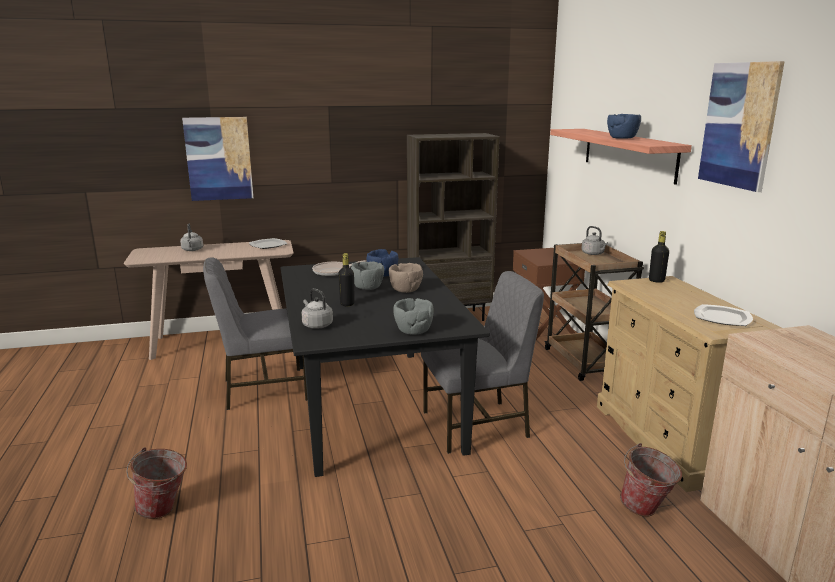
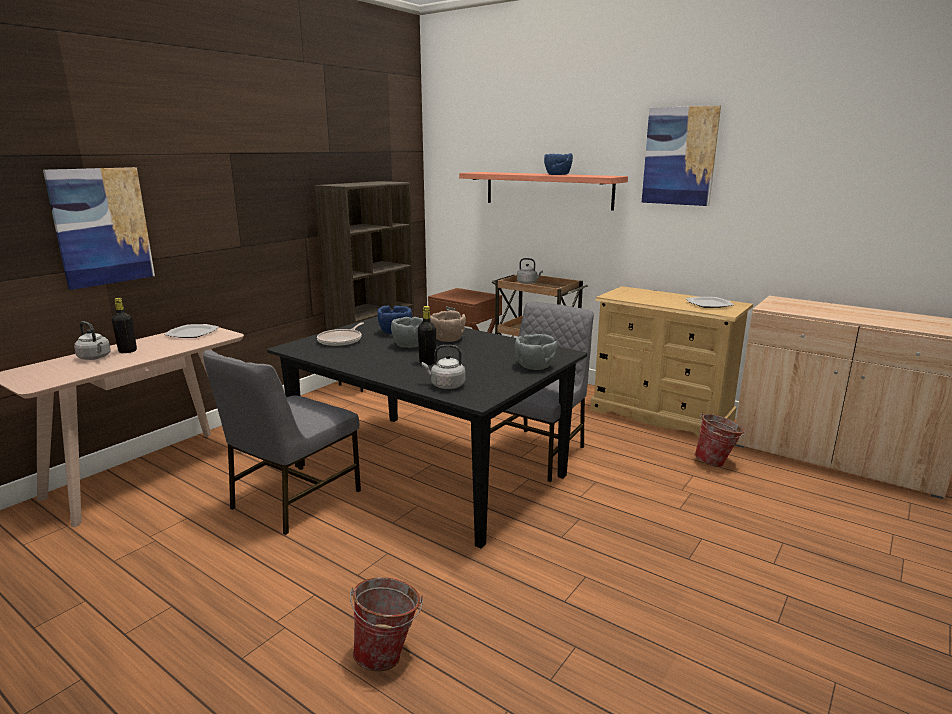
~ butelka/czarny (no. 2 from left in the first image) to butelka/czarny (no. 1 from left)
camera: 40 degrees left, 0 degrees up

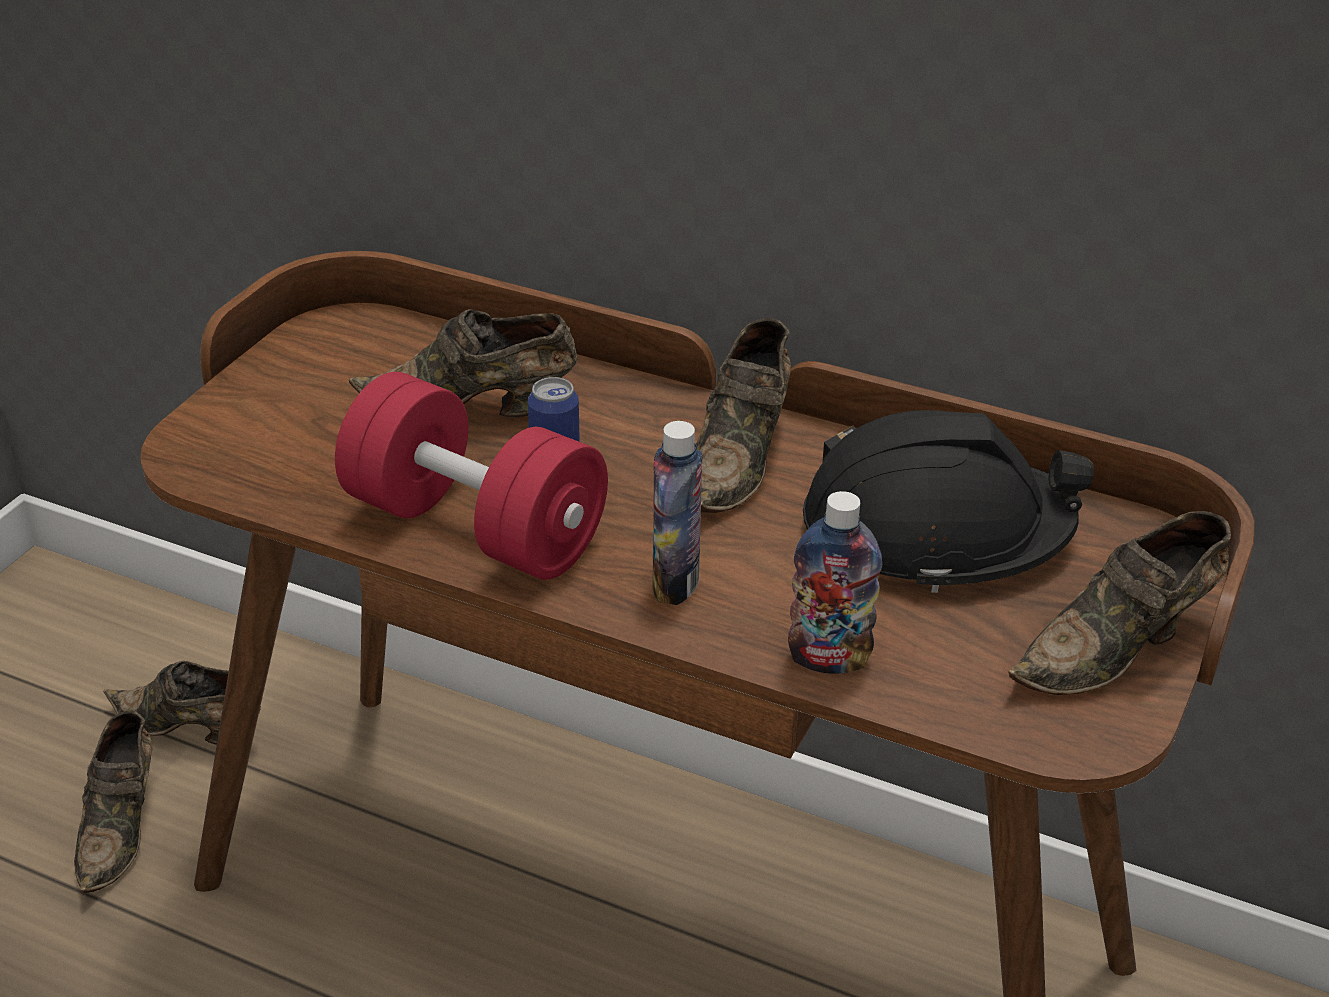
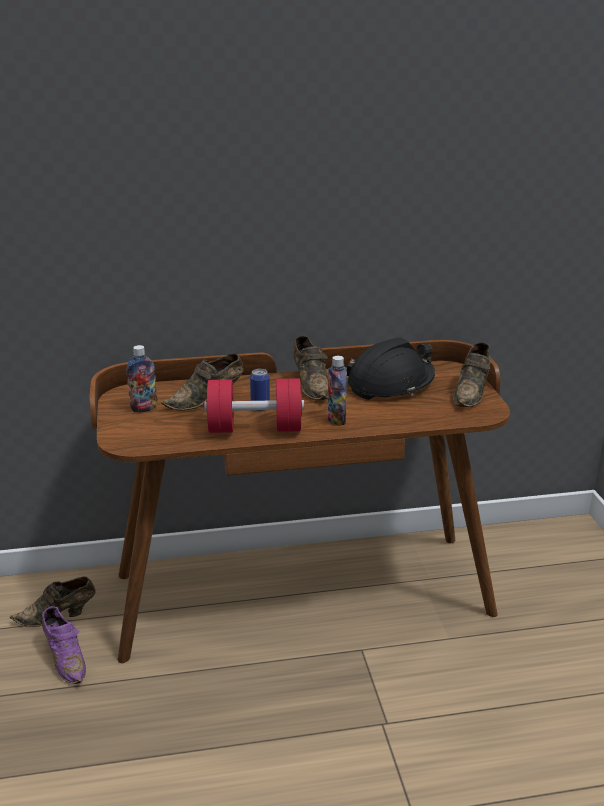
~ butelka (no. 2 from left in the first image) to butelka (no. 1 from left)
~ but/brązowy (no. 1 from left) to but/fioletowy
camera: 35 degrees left, 10 degrees down

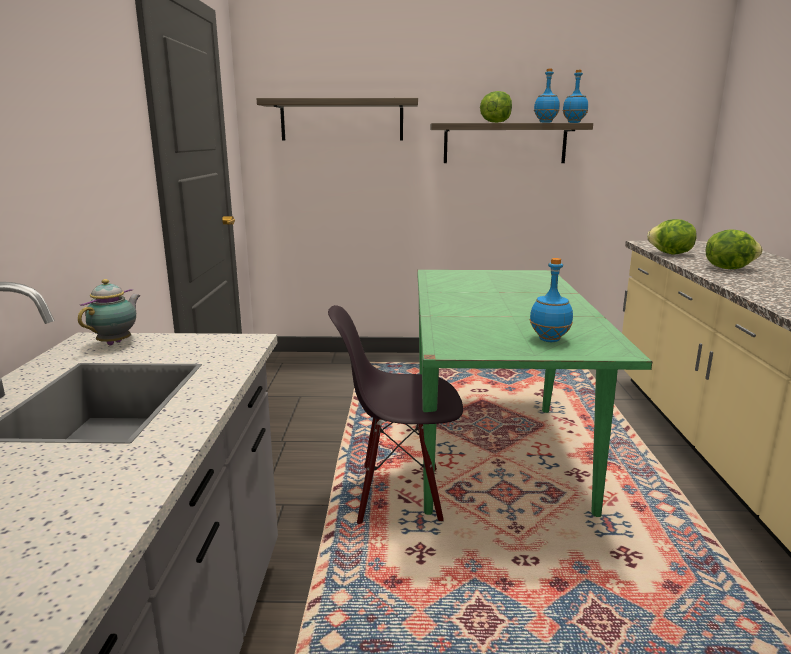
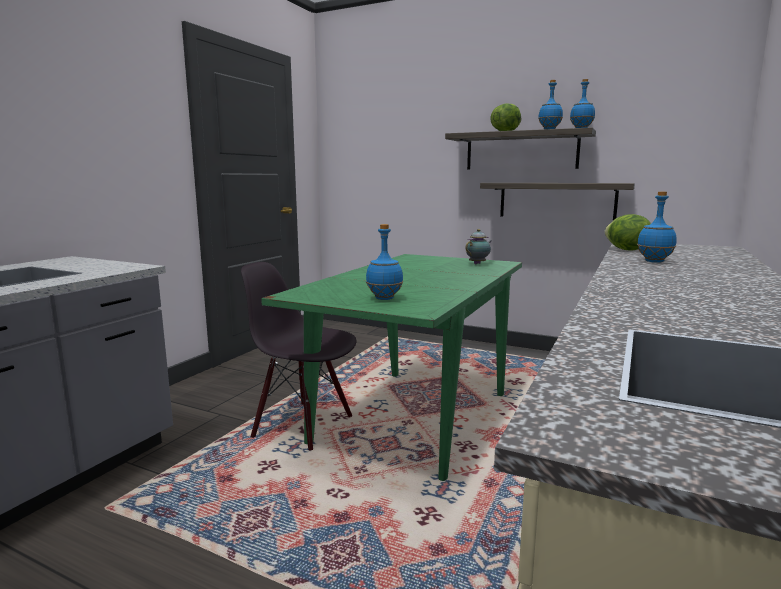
~ półka (no. 1 from left in the first image) to półka (no. 2 from left)
~ sałata (no. 3 from left) to butelka/niebieski (no. 4 from left)
~ imbryk
camera: 25 degrees right, 5 degrees down

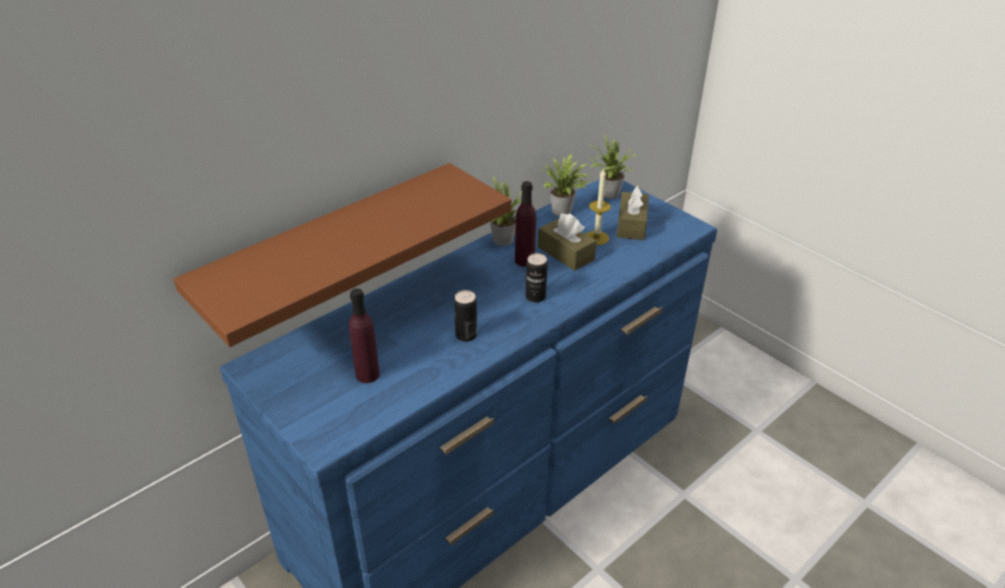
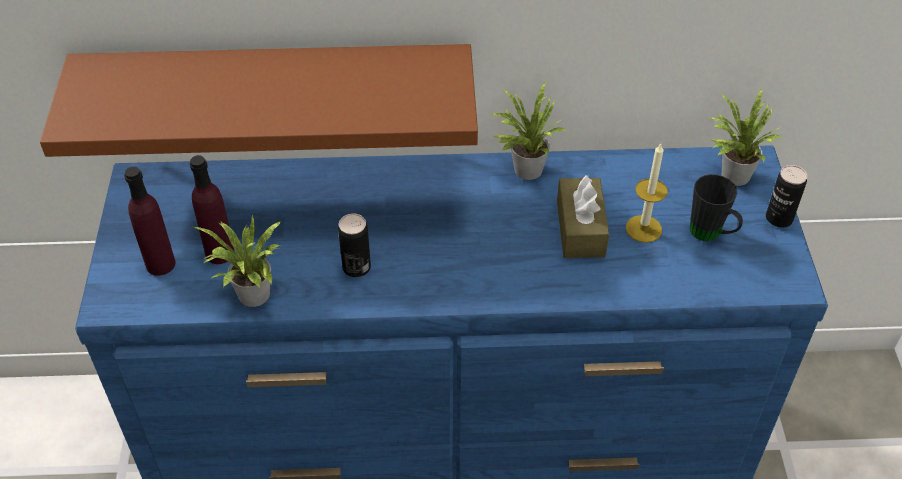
~ roślina doniczkowa (no. 2 from left in the first image) to roślina doniczkowa (no. 1 from left)
~ butelka/fioletowy (no. 2 from left in the first image) to butelka/fioletowy (no. 1 from left)
~ pudełko chusteczek/brązowy (no. 2 from left) to kubek/czarny
~ puszka (no. 2 from left)
camera: 40 degrees right, 10 degrees up

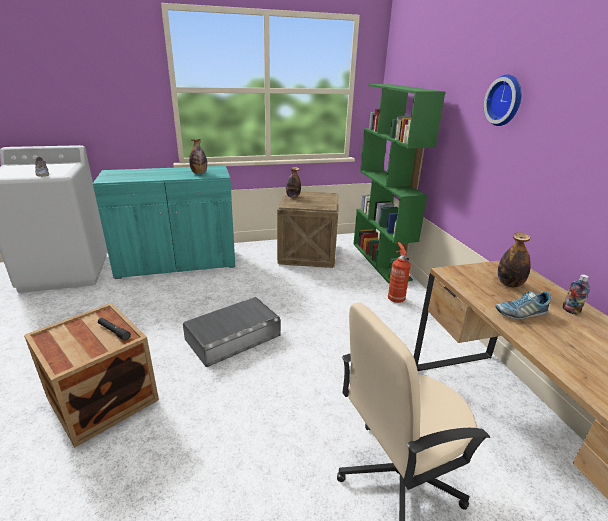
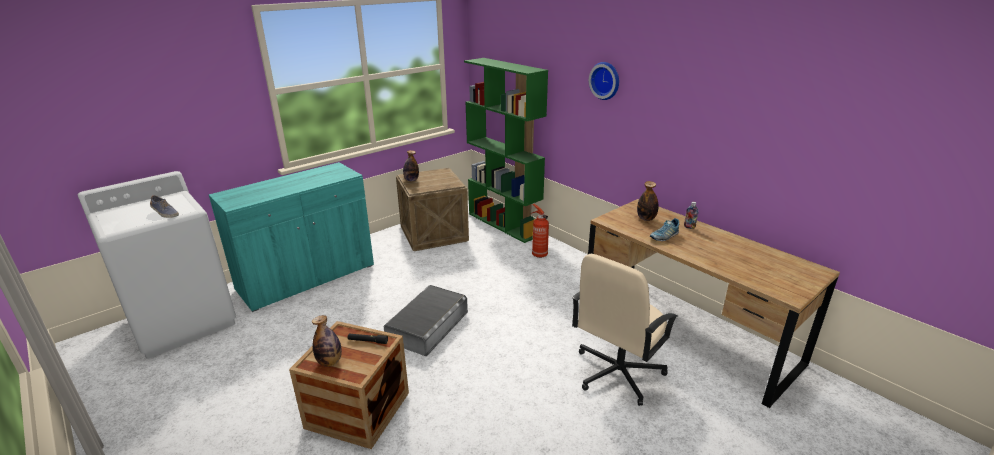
~ butelka (no. 1 from left)
camera: 25 degrees left, 0 degrees up

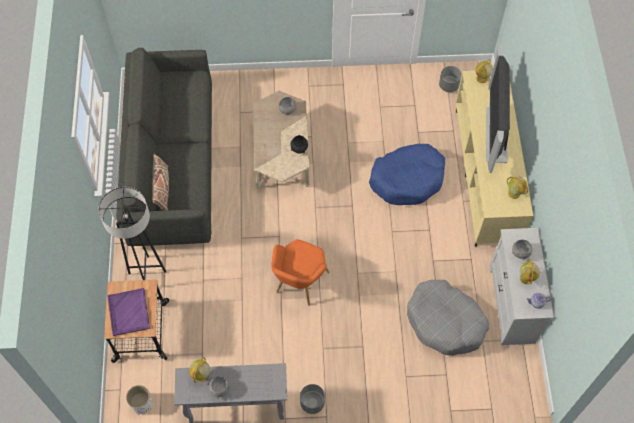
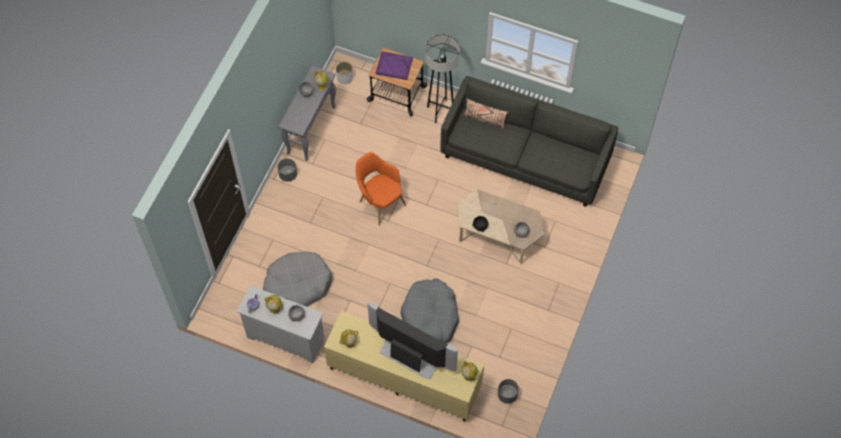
~ legowisko/niebieski to legowisko/szary (no. 2 from left)
camera: 115 degrees right, 0 degrees up

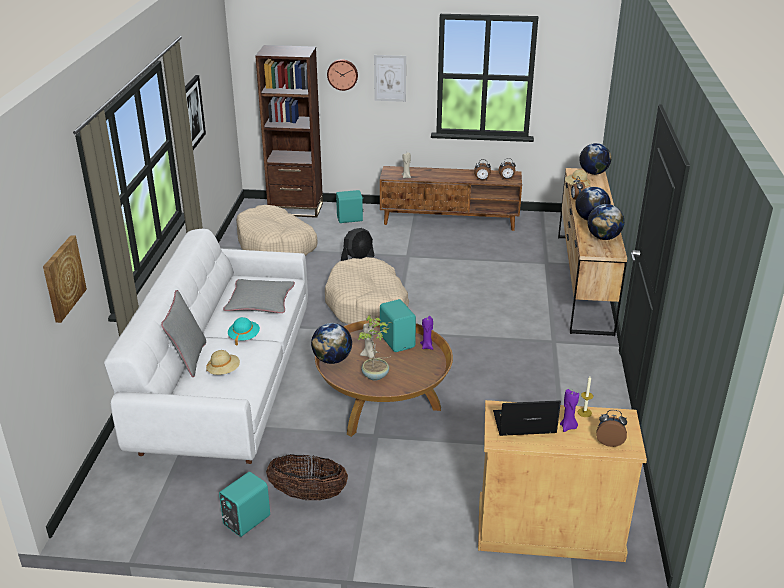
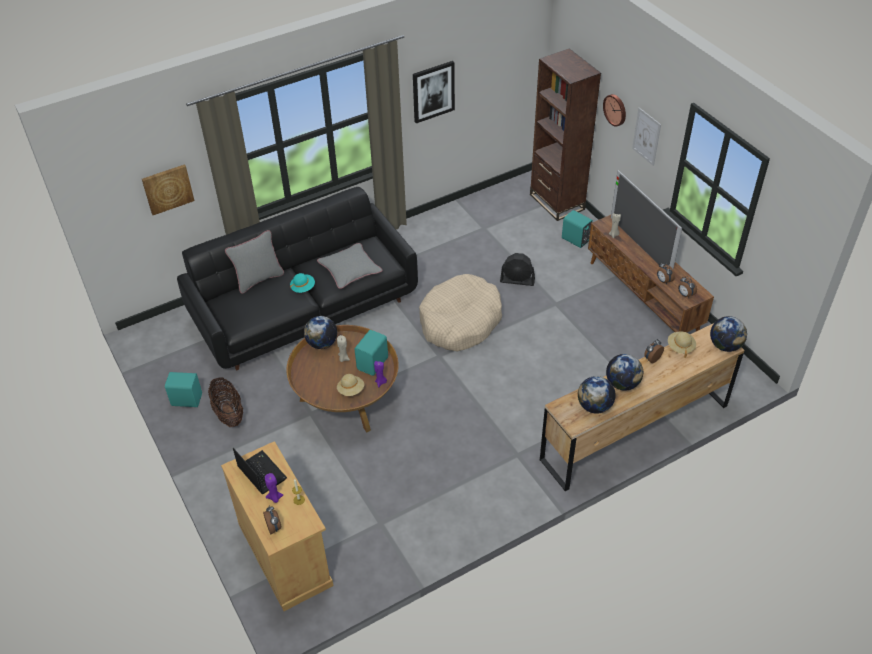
- legowisko/beżowy (no. 1 from left)
~ kanapa/biały to kanapa/czarny
- roślina doniczkowa
~ kapelusz/beżowy (no. 1 from left)
+ telewizor
camera: 55 degrees right, 15 degrees up

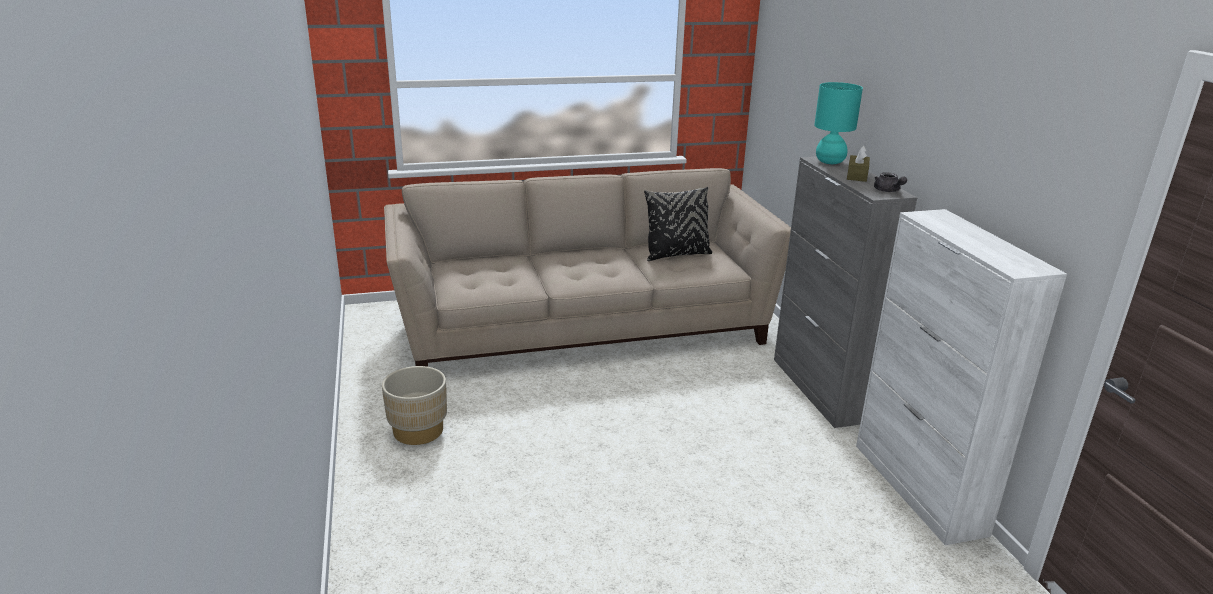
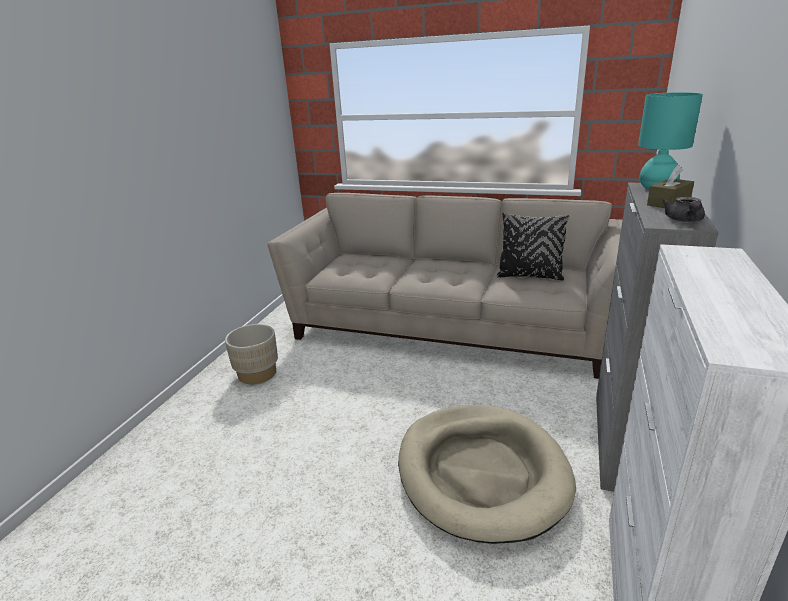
+ legowisko/beżowy
camera: 35 degrees right, 0 degrees up

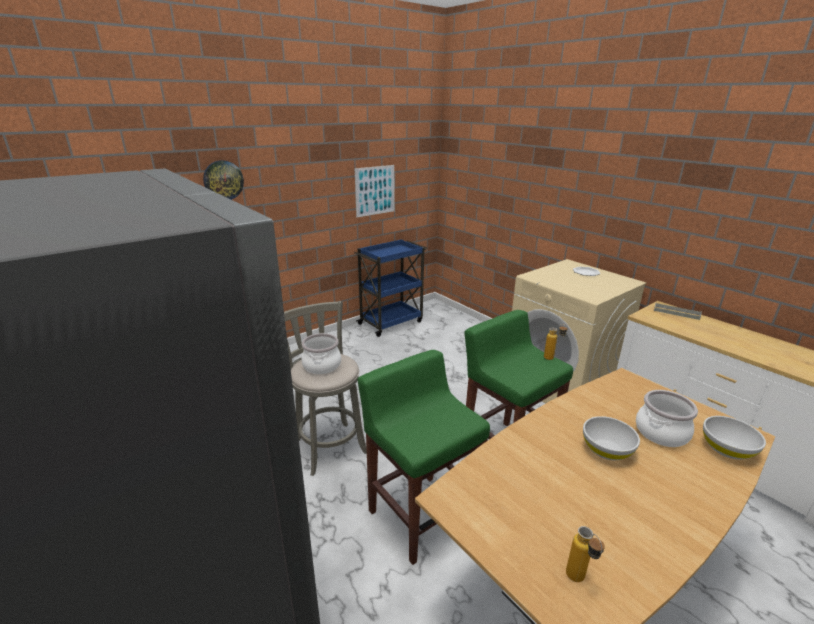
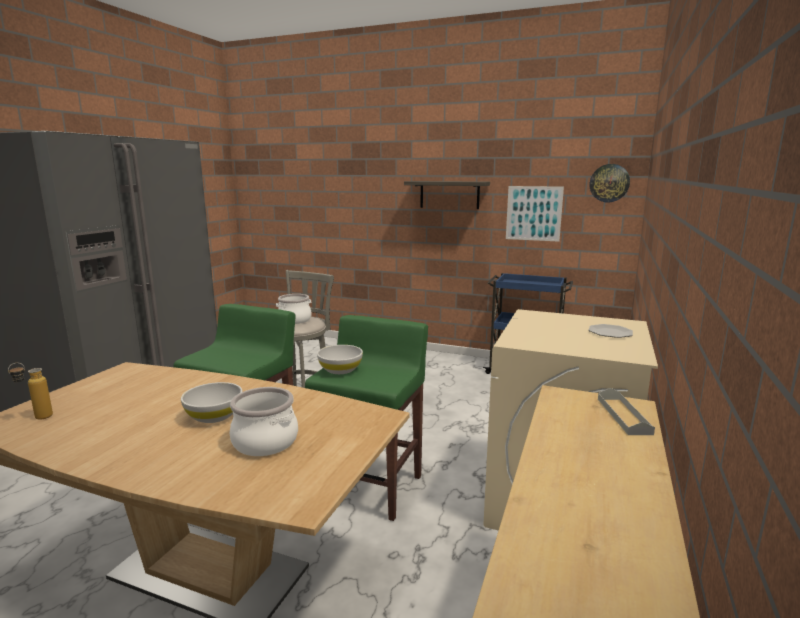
~ zegar ścienny
- butelka (no. 1 from left)
~ miska/biały (no. 2 from left)
+ półka
camera: 60 degrees right, 10 degrees down

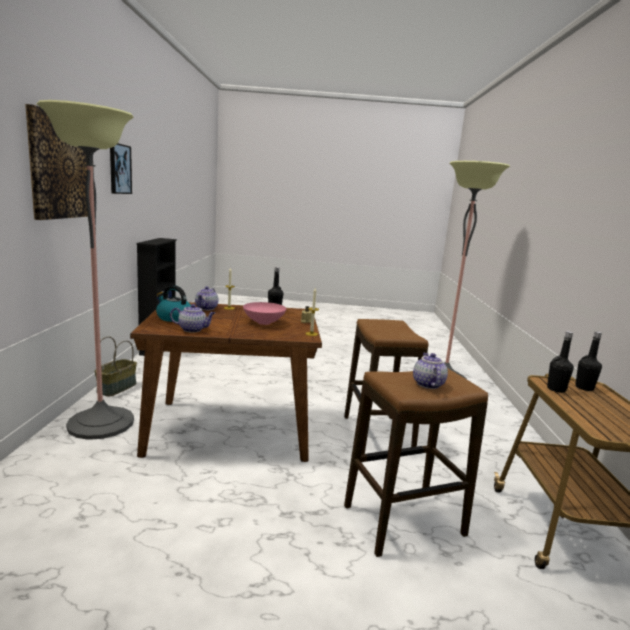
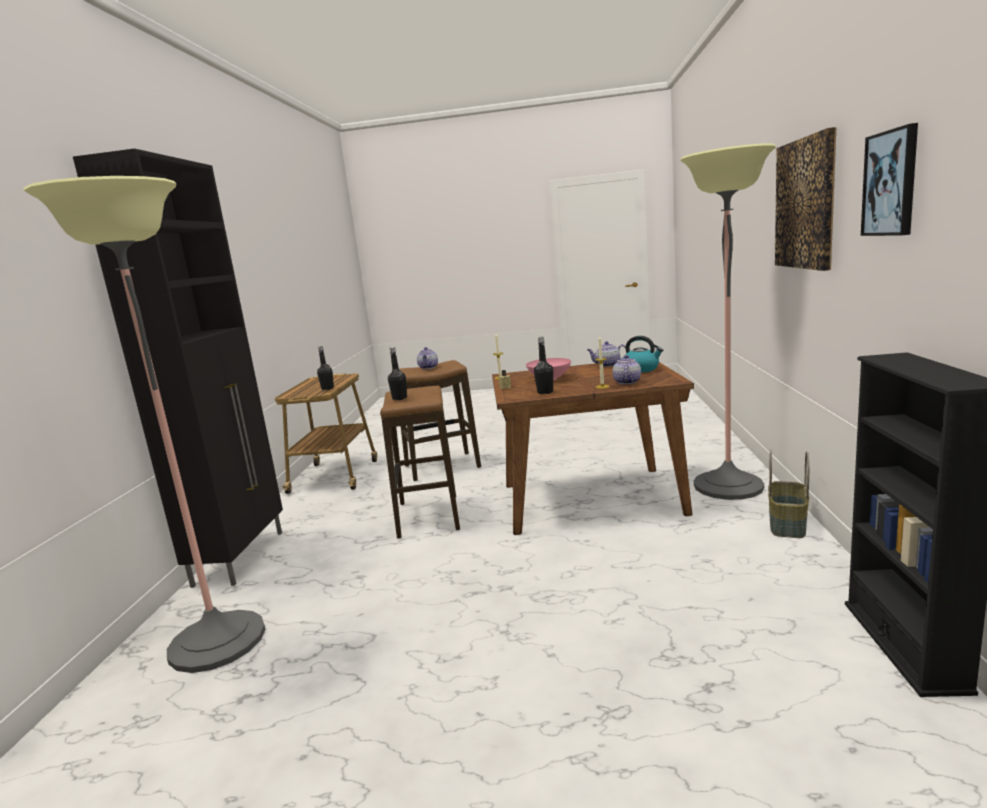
~ butelka/czarny (no. 3 from left in the first image) to butelka/czarny (no. 2 from left)
+ szafka/czarny
camera: 175 degrees left, 0 degrees up

